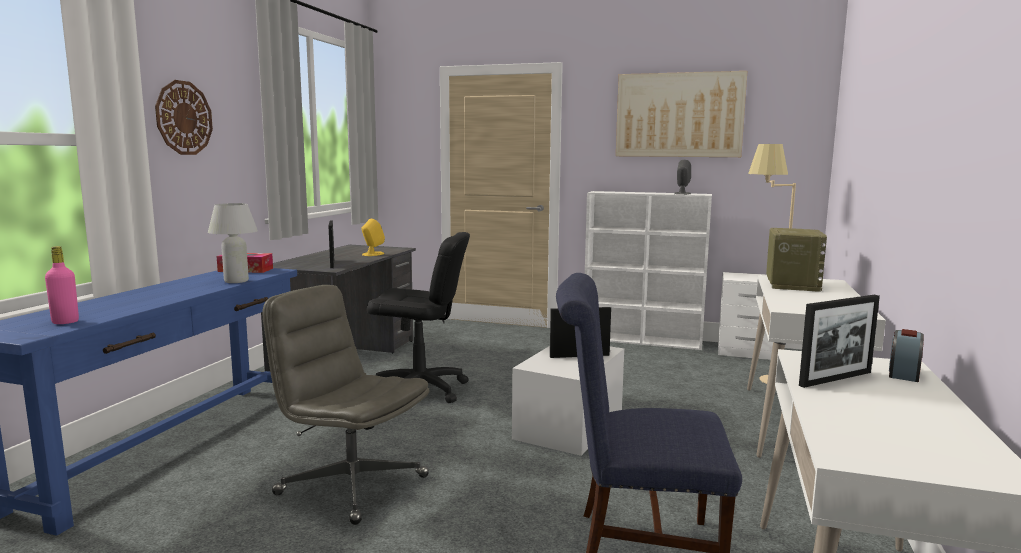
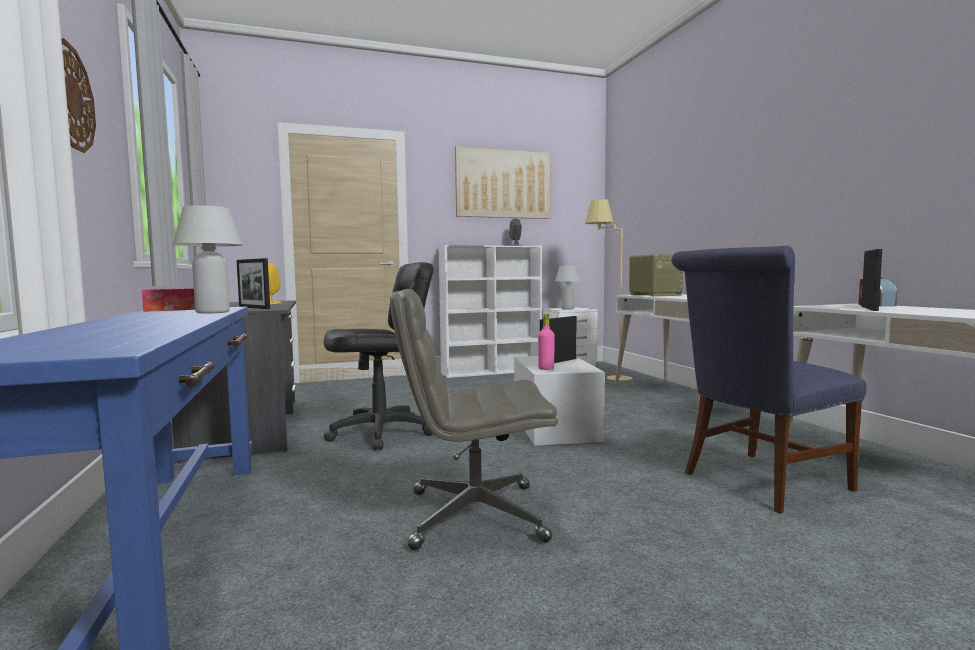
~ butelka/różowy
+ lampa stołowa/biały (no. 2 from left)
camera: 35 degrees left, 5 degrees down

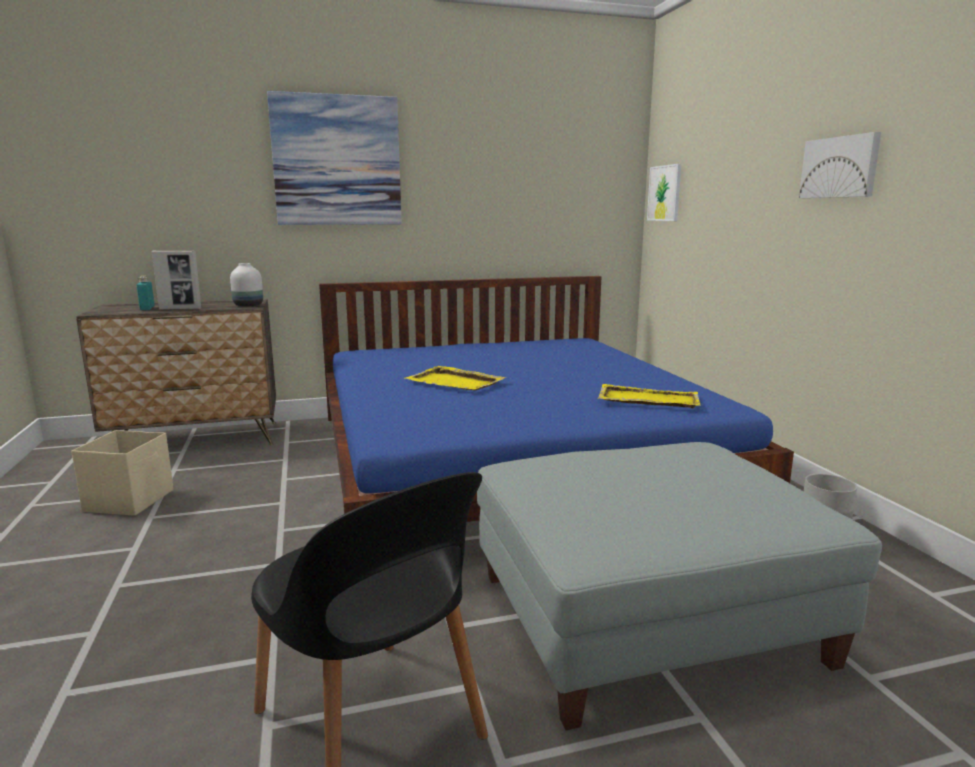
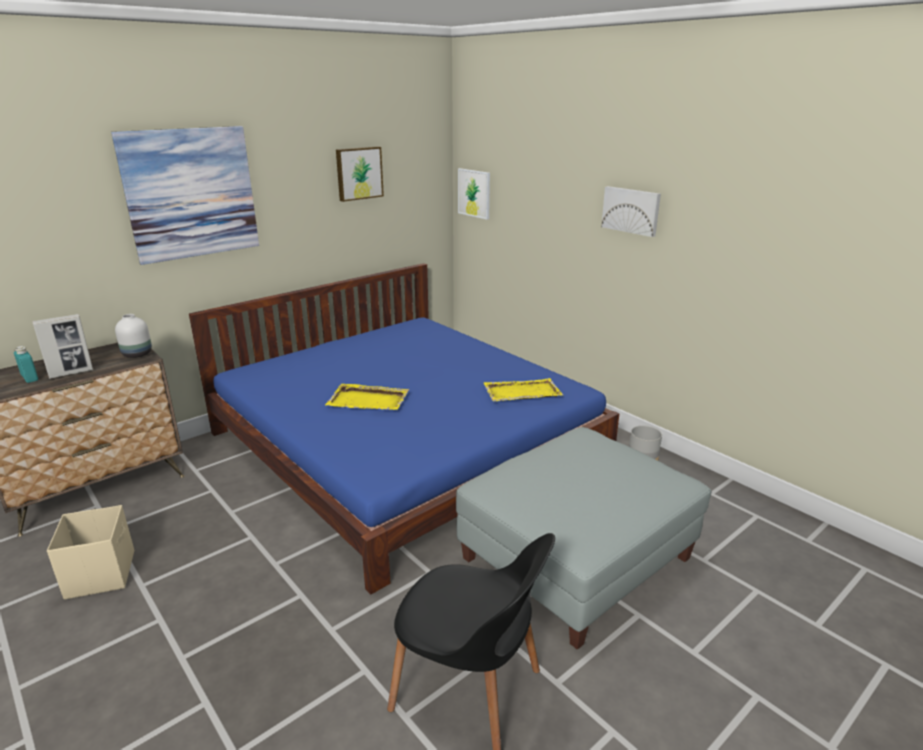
+ obraz (no. 2 from left)
camera: 25 degrees left, 10 degrees up

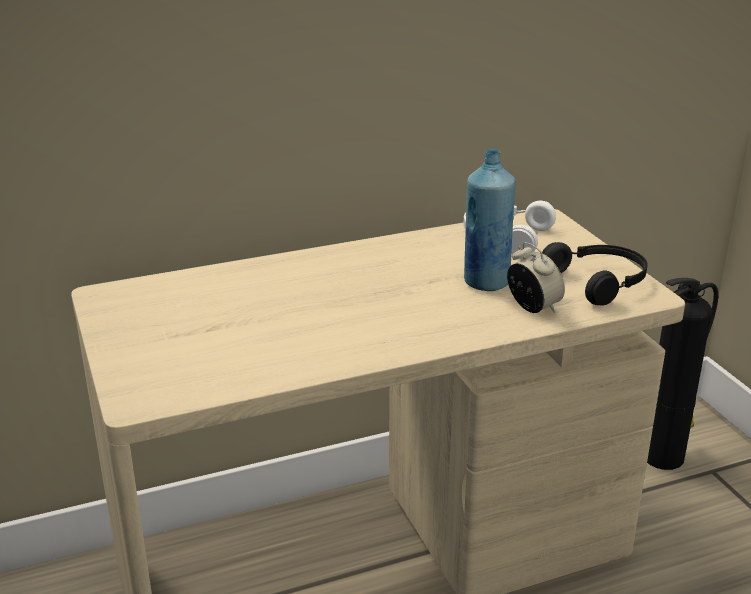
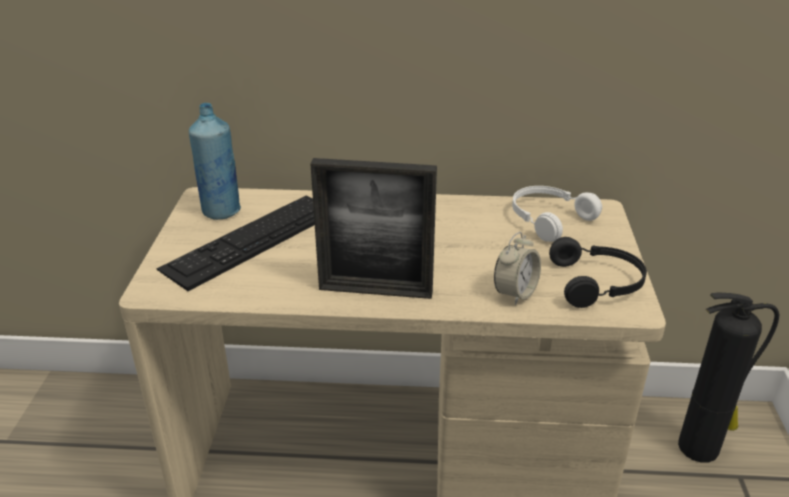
~ butelka/niebieski
~ budzik 45 degrees clockwise
+ ramka na zdjęcie
+ klawiatura
camera: 25 degrees right, 5 degrees up

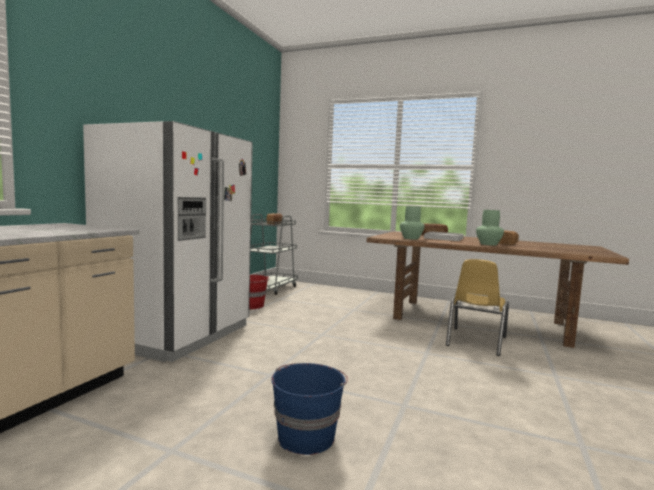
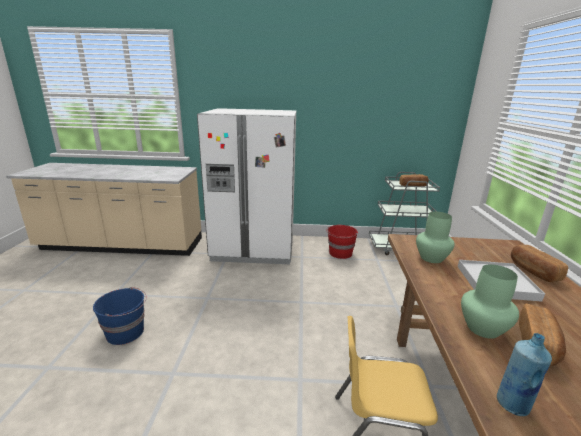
+ butelka/niebieski
camera: 70 degrees right, 15 degrees up

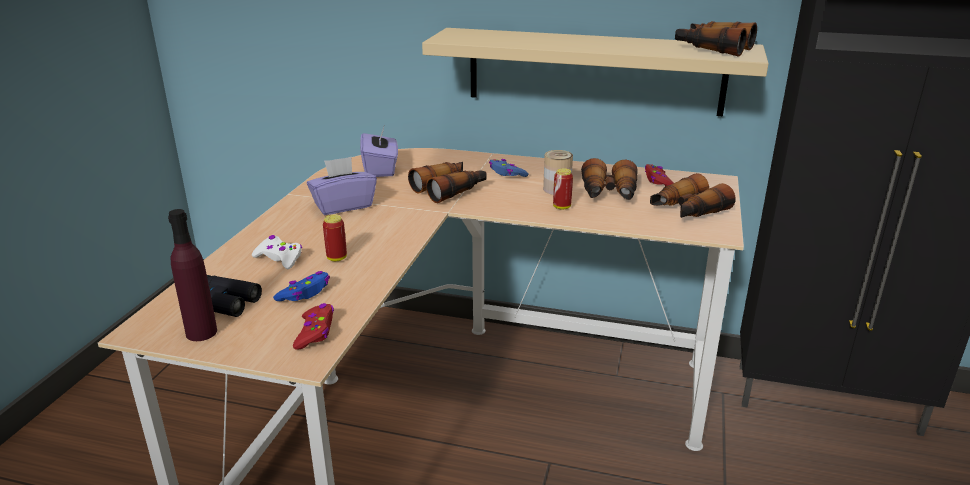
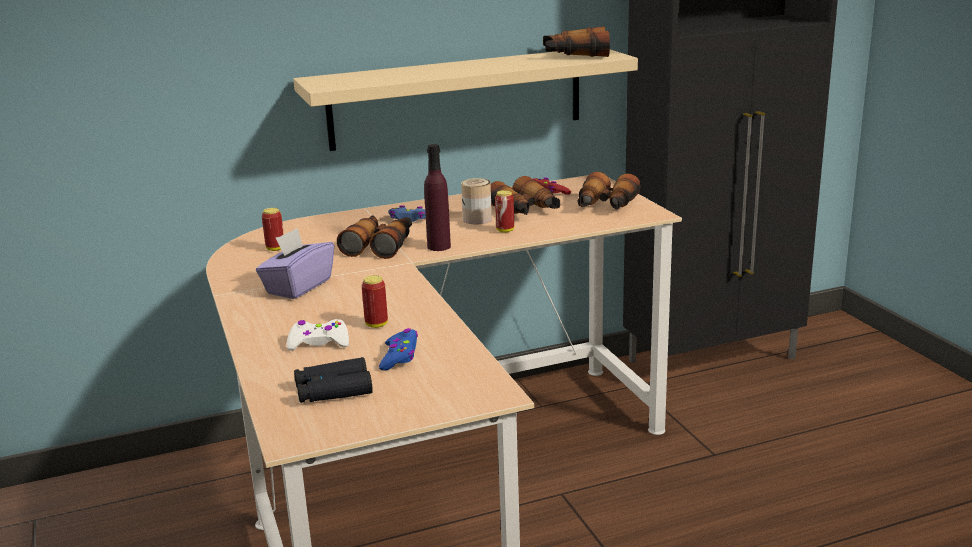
~ pudełko chusteczek/fioletowy (no. 2 from left) to puszka (no. 1 from left)
~ butelka/fioletowy
- pad do gier/czerwony (no. 1 from left)
camera: 35 degrees left, 5 degrees down

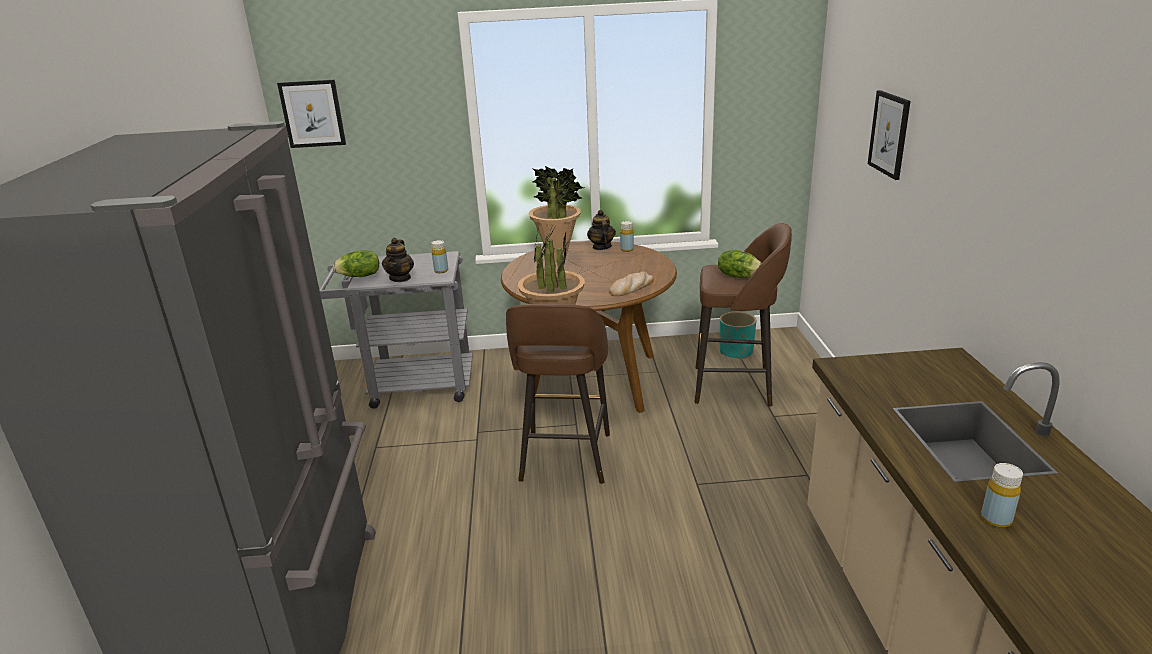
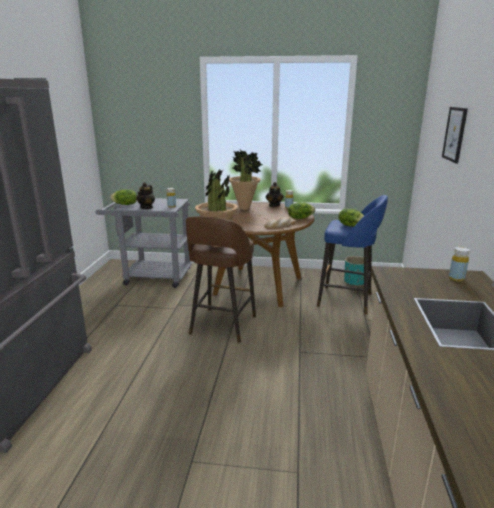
- obraz (no. 1 from left)
~ stołek/brązowy (no. 2 from left) to stołek/niebieski
~ butelka/żółty (no. 3 from left)
+ sałata (no. 2 from left)
camera: 10 degrees right, 5 degrees down

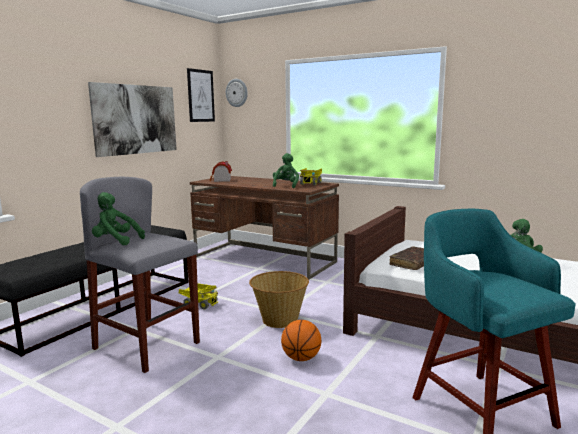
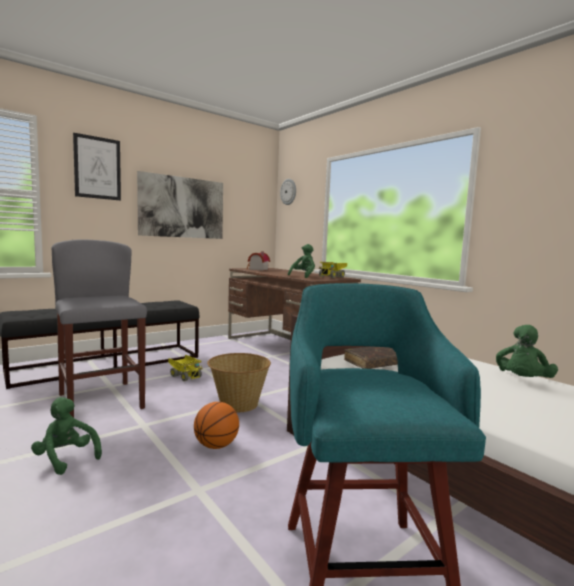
~ obraz (no. 2 from left in the first image) to obraz (no. 1 from left)
~ pluszak/zielony (no. 1 from left)
camera: 20 degrees right, 5 degrees down

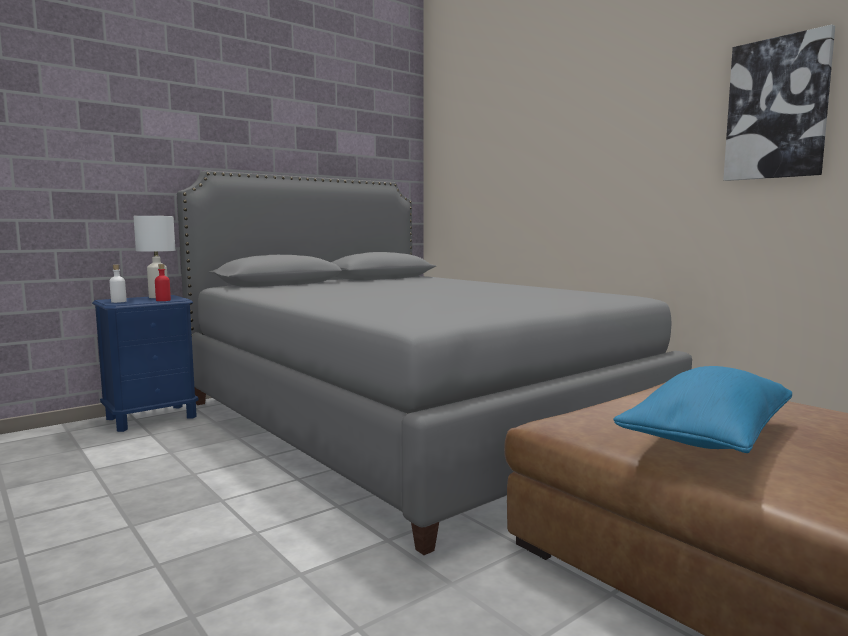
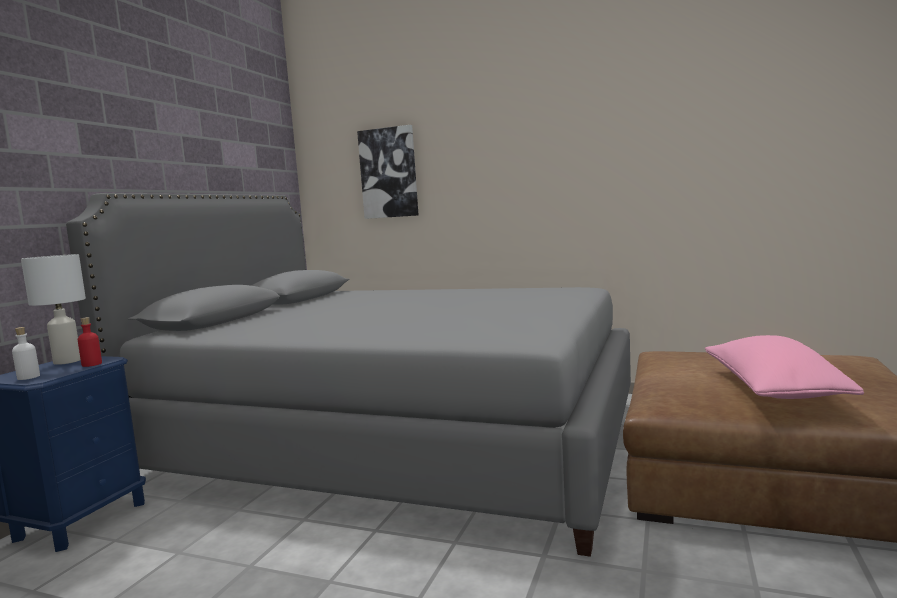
~ obraz
~ poduszka/niebieski to poduszka/różowy
camera: 30 degrees left, 0 degrees up

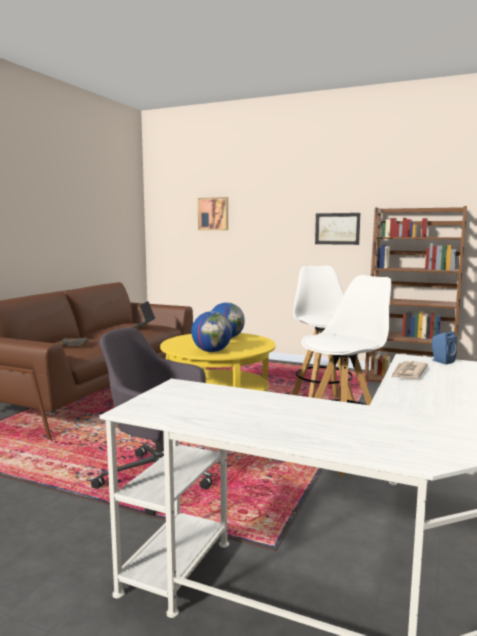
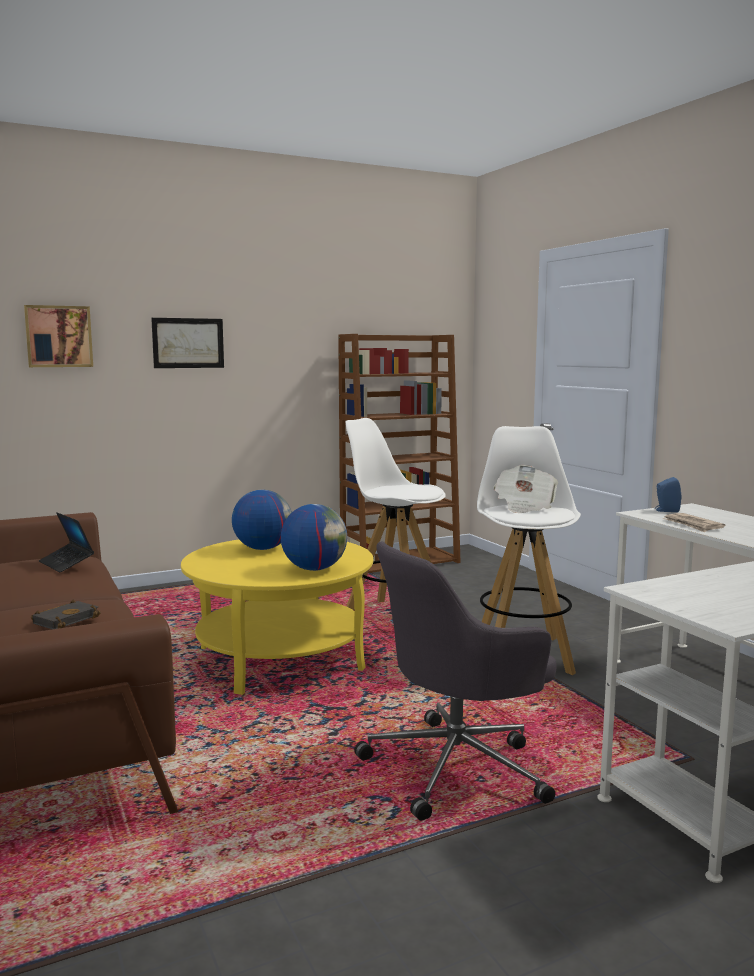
~ obraz (no. 2 from left)
+ gazeta (no. 1 from left)
camera: 50 degrees left, 0 degrees up

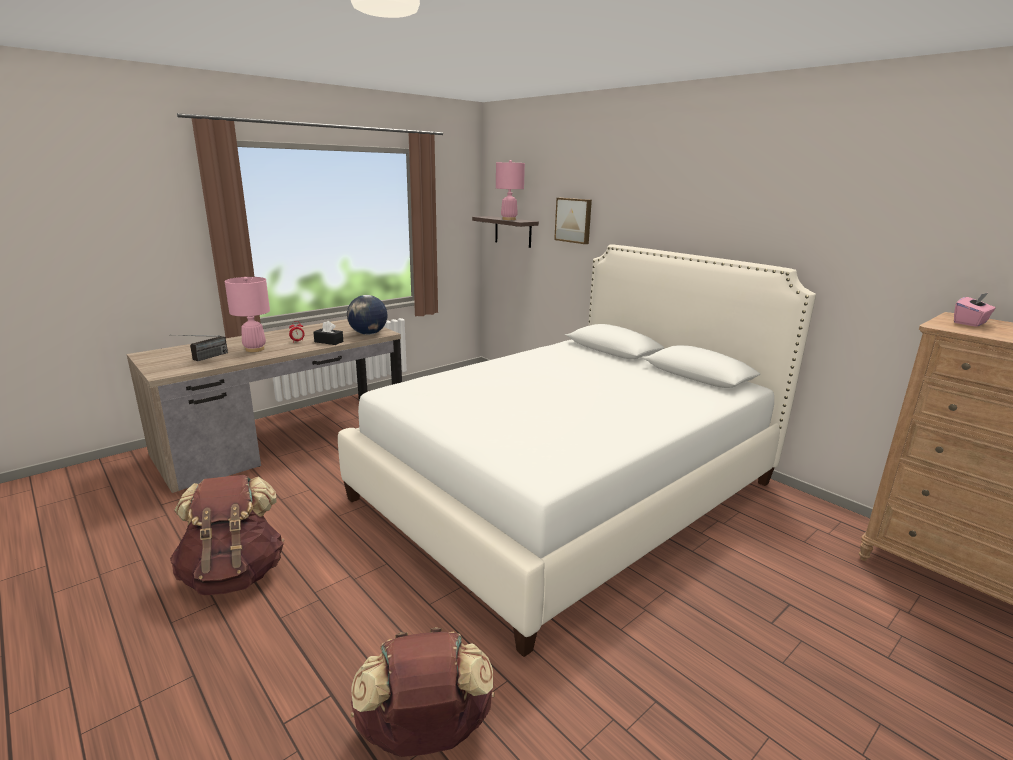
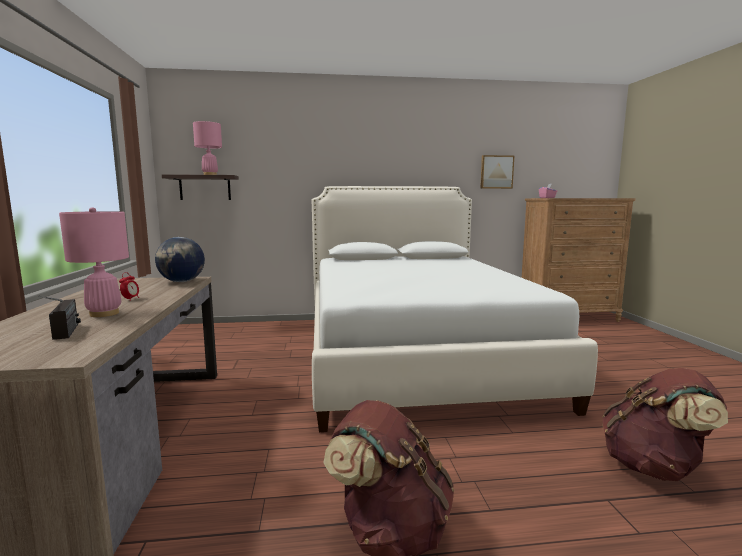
~ obraz
- pudełko chusteczek/czarny
camera: 55 degrees left, 10 degrees down

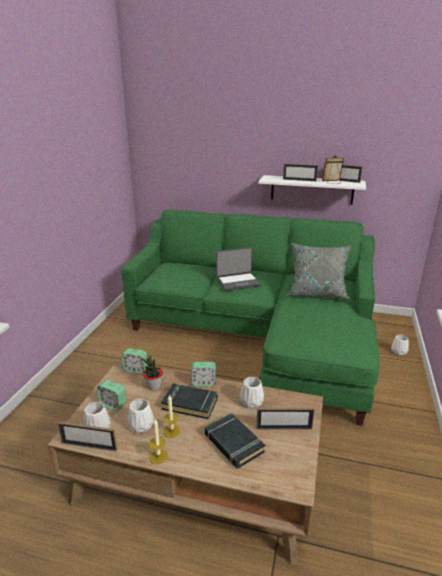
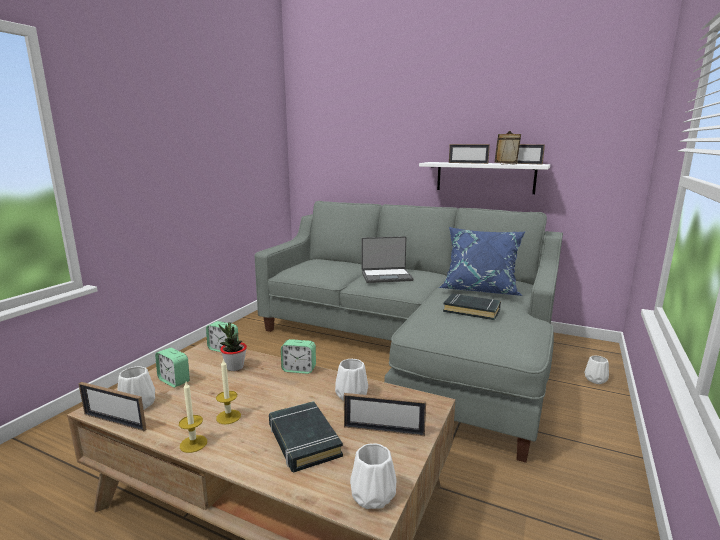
~ kanapa/zielony to kanapa/szary
~ poduszka/szary to poduszka/niebieski
~ książka/czarny (no. 1 from left in the first image) to książka/czarny (no. 2 from left)
~ wazon/biały (no. 2 from left in the first image) to wazon/biały (no. 3 from left)
camera: 10 degrees right, 10 degrees down

